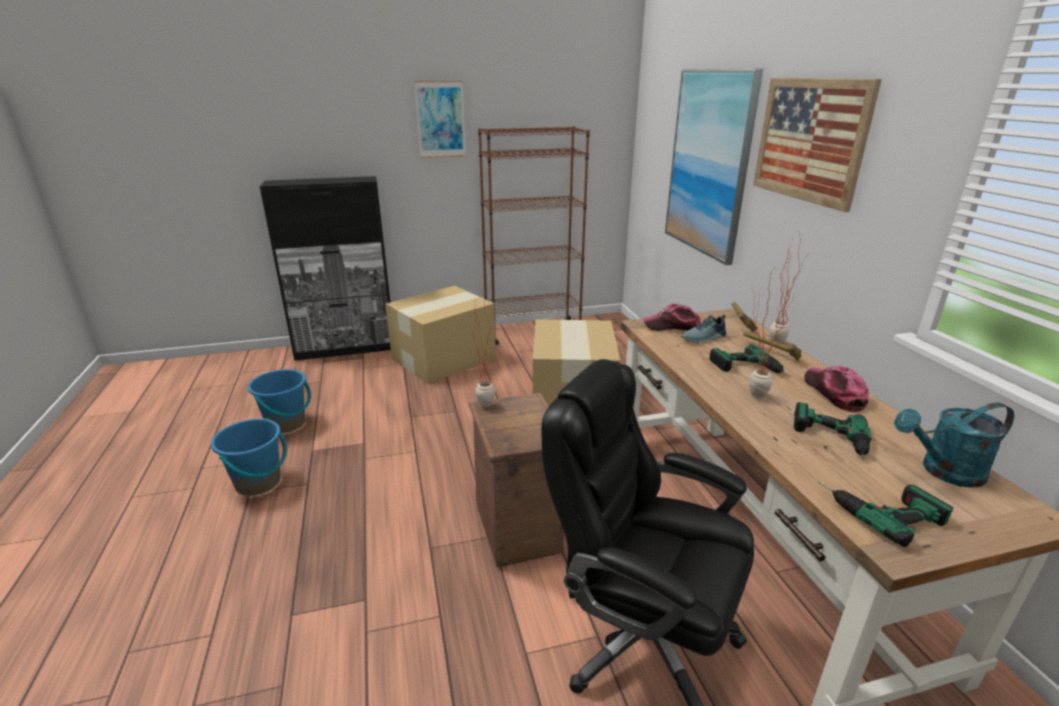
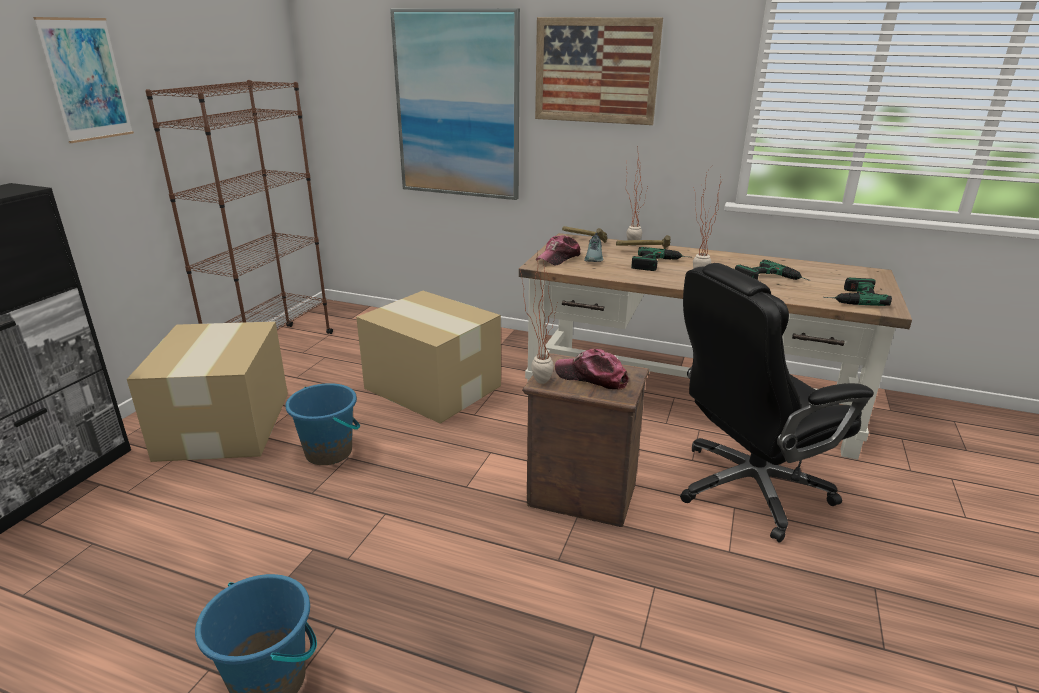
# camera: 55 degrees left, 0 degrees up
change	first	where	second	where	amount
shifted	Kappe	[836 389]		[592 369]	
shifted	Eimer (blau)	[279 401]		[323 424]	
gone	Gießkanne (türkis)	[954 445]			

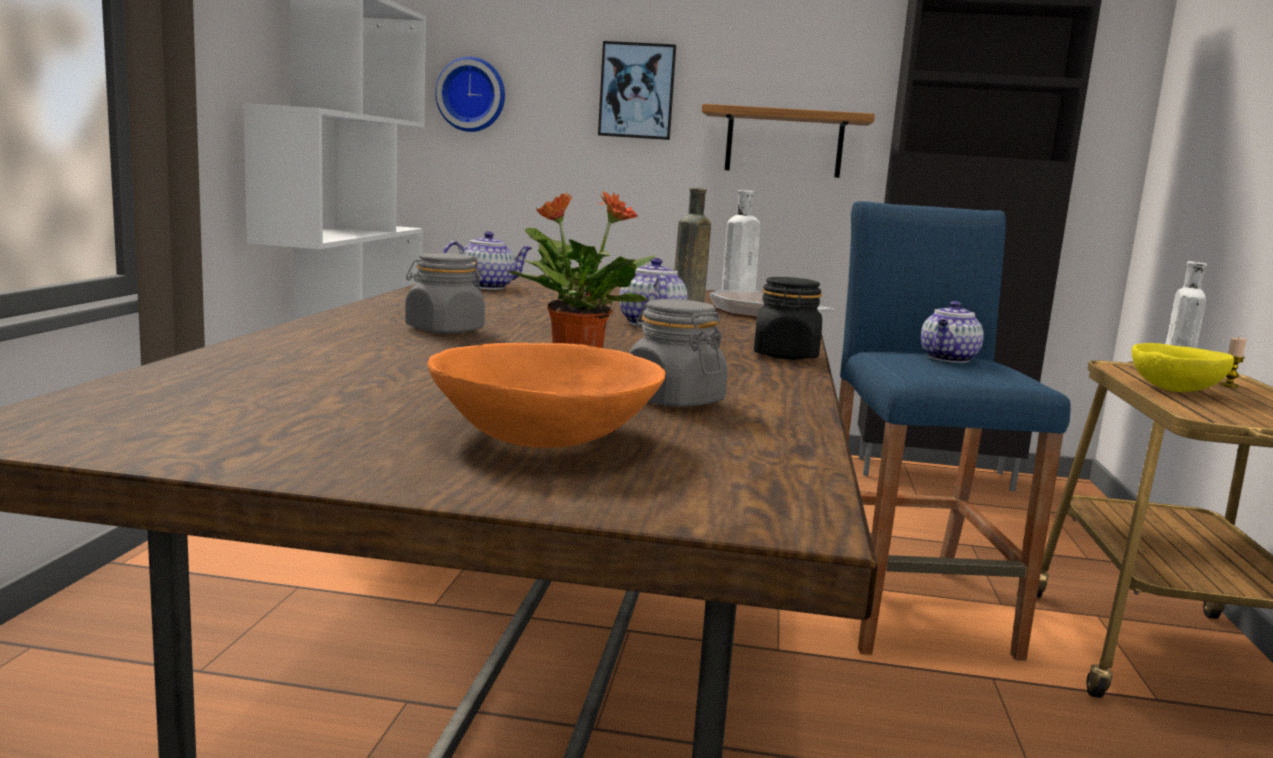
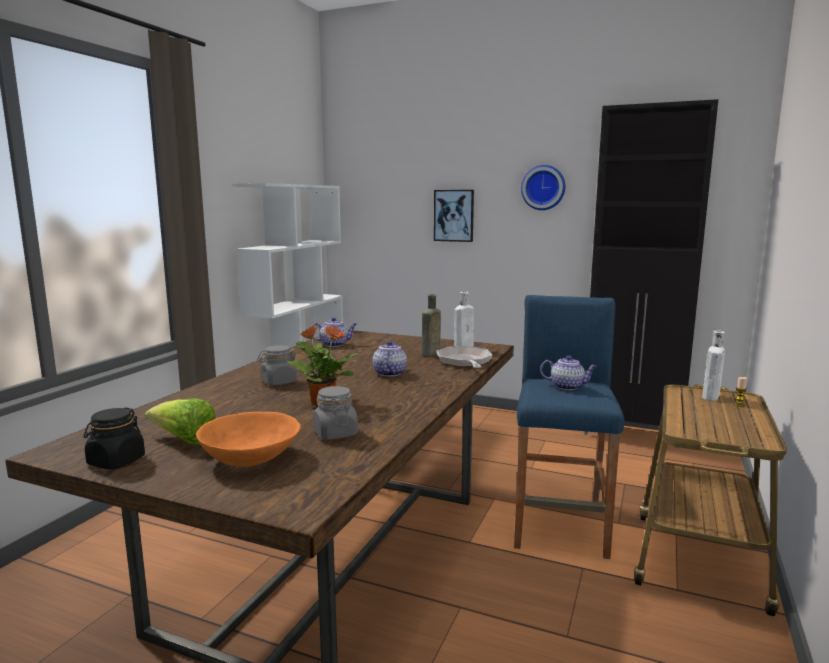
# camera: 15 degrees right, 0 degrees up
change	first	where	second	where	amount
shifted	Wanduhr	[470 94]		[543 187]	
gone	Wandregal	[788 141]			
shifted	Vorratsglas (schwarz)	[788 318]		[114 438]	
rotated	Teekanne	[952 332]		[568 372]	120 degrees counterclockwise
gone	Schüssel (gelb)	[1182 367]			
new			Salatkopf	[180 421]	

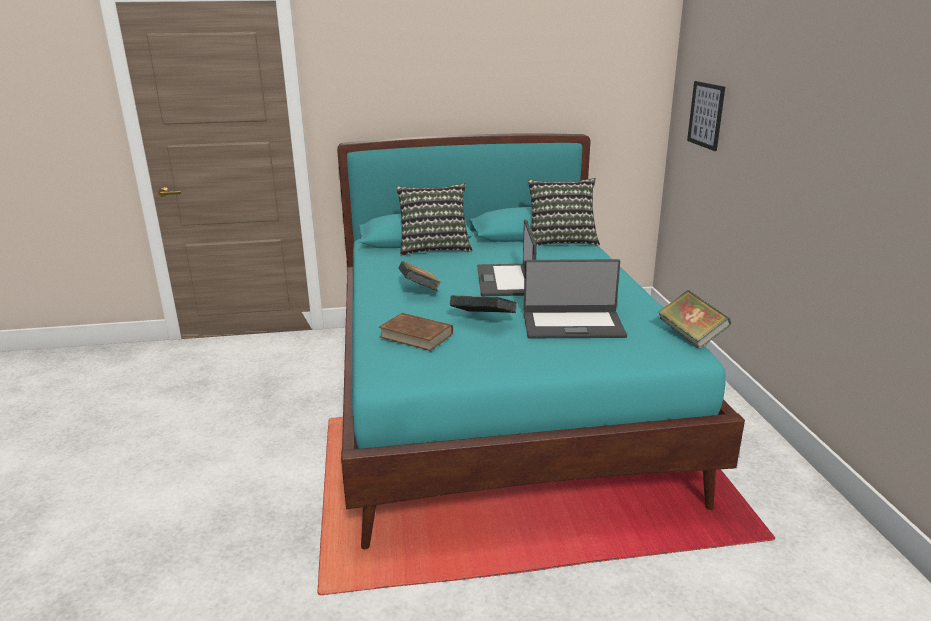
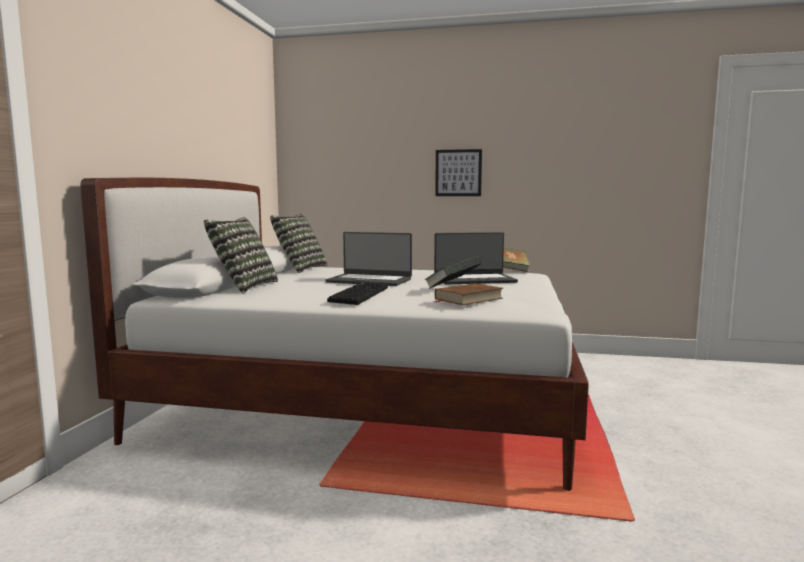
# camera: 70 degrees left, 15 degrees down
change	first	where	second	where	amount
shifted	Bild	[706 116]		[458 172]	
repainted	Bett (türkis)	[541 341]	Bett (weiß)	[334 334]	
rotated	Laptop	[575 298]		[476 258]	60 degrees clockwise
swapped	Buch	[419 276]	Tastatur	[357 293]	

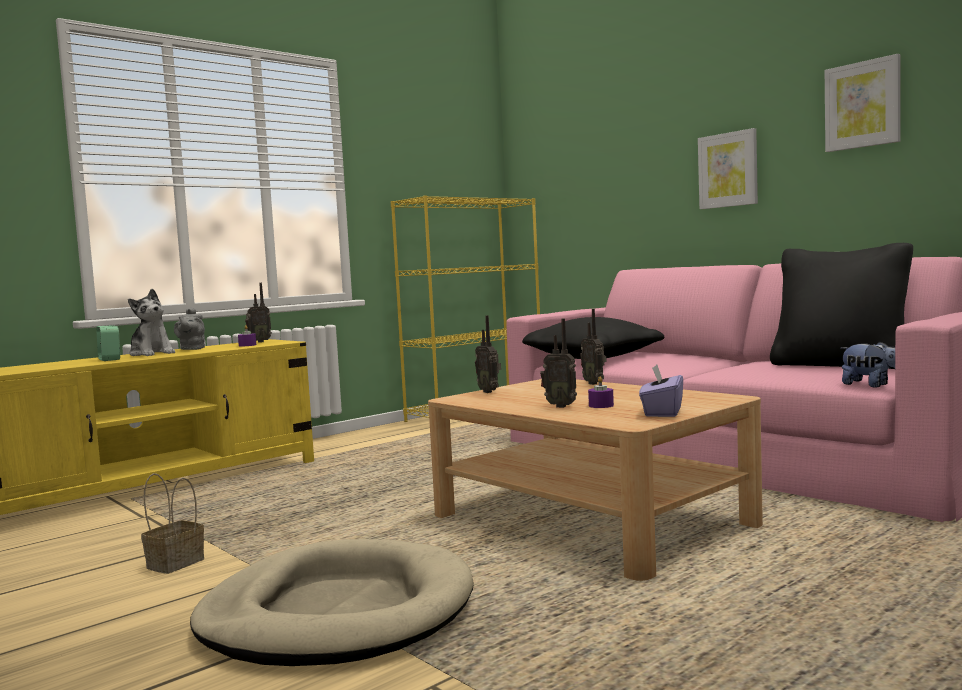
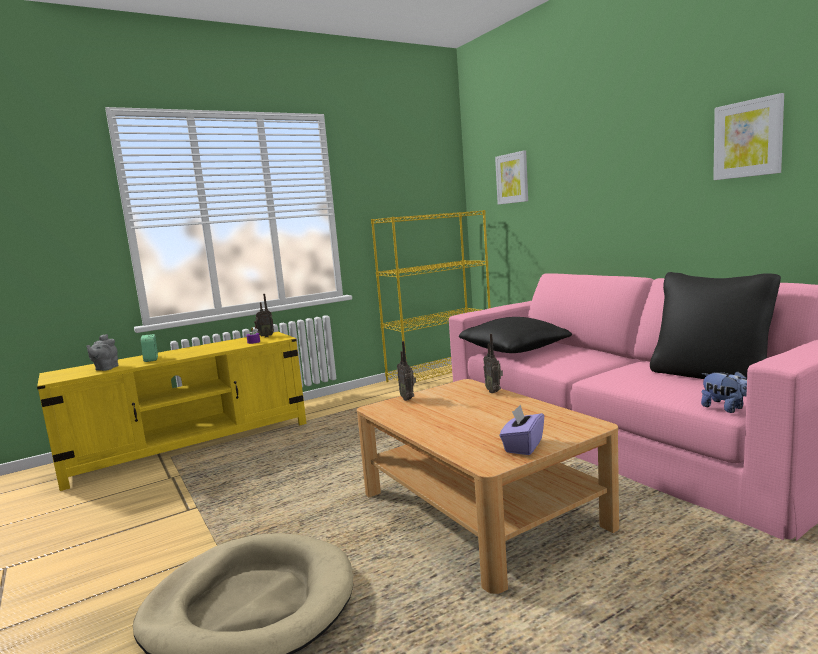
# camera: 10 degrees right, 5 degrees up
change	first	where	second	where	amount
shifted	Bild	[728 168]		[511 178]	
gone	Plüschtier	[151 322]			
shifted	Teekanne (grau)	[189 328]		[102 352]	
gone	Radio	[558 363]			
gone	Kerze (lila)	[601 392]			
gone	Korb	[172 523]			

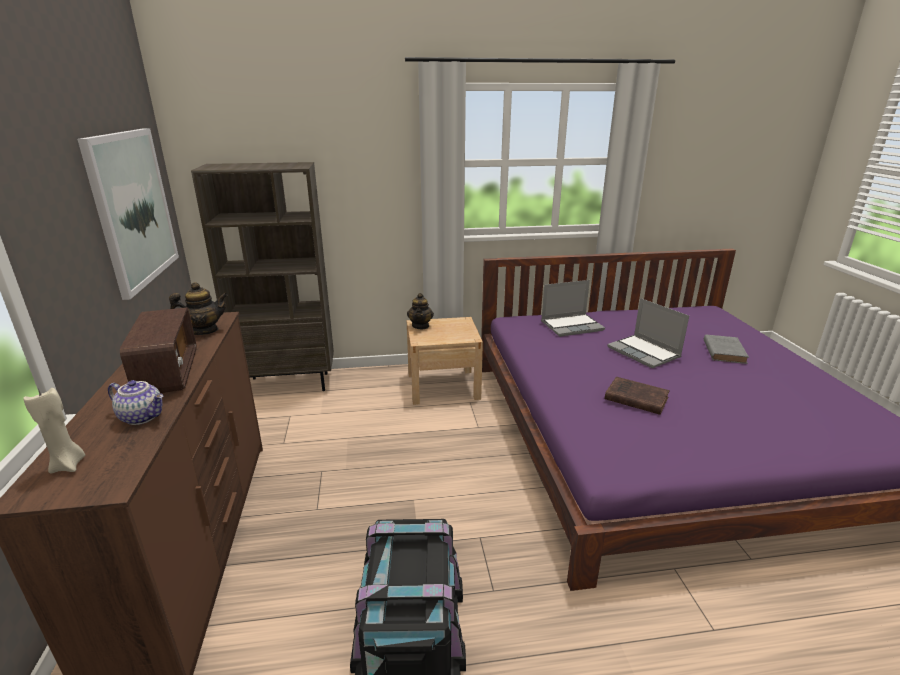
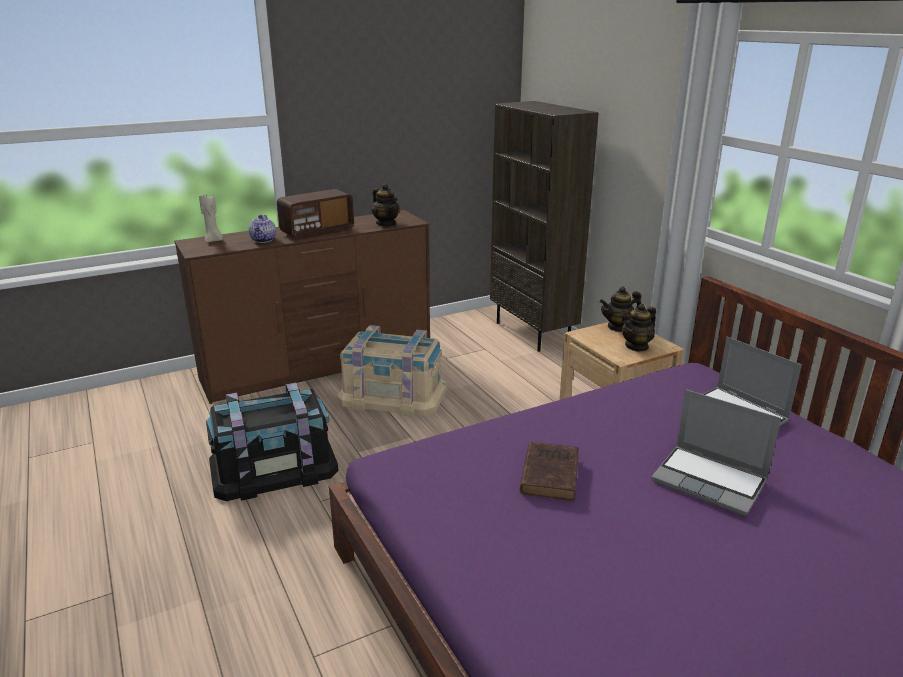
# camera: 70 degrees right, 0 degrees up
change	first	where	second	where	amount
gone	Bild	[128 214]			
rotated	Laptop	[648 333]		[716 453]	90 degrees counterclockwise
gone	Buch (grau)	[726 349]			
new			Teekanne	[639 327]	
new			Aufbewahrungsbox (beige)	[392 371]	

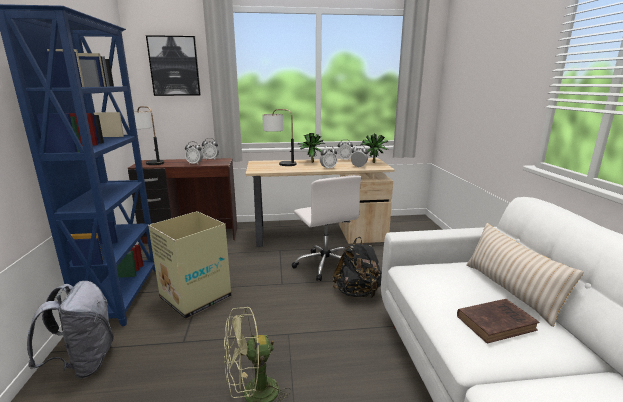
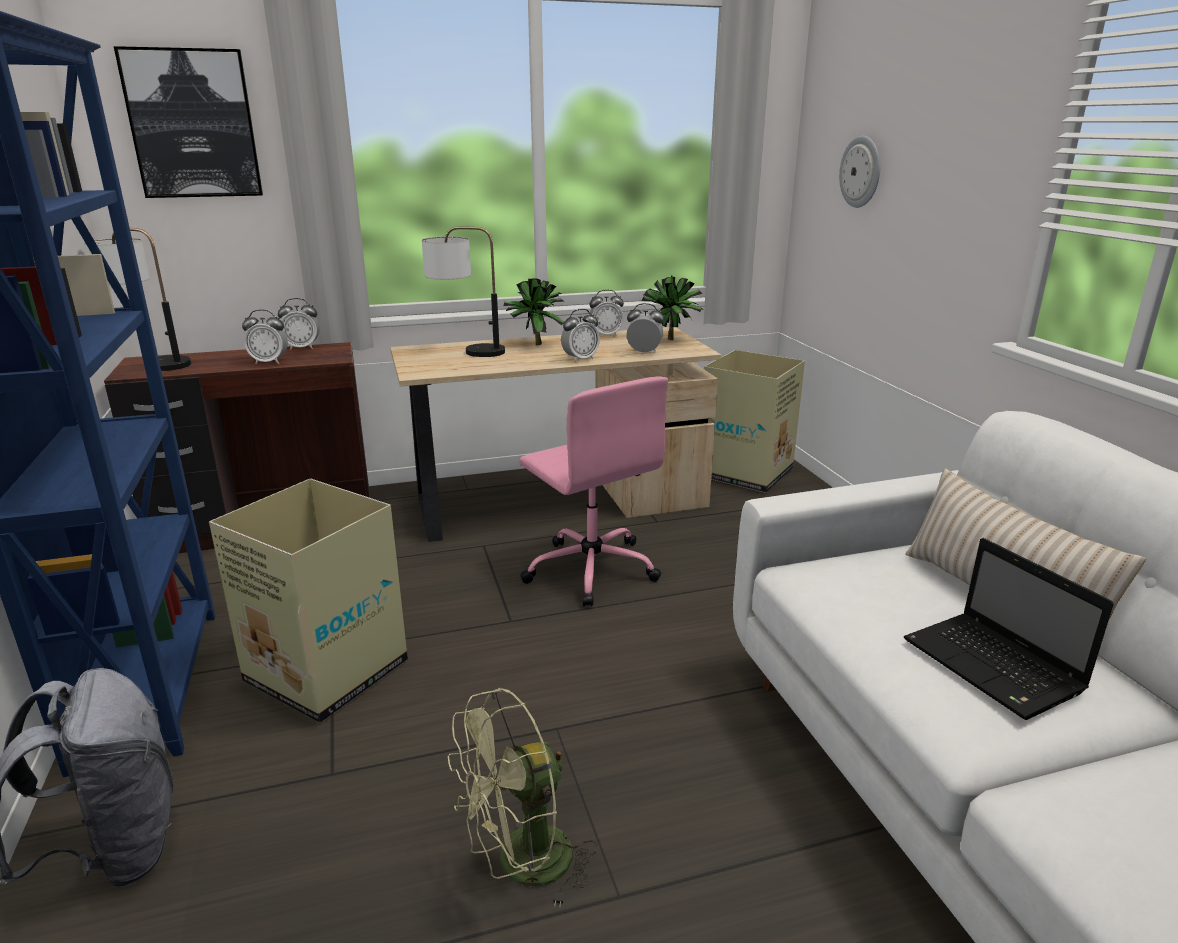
# camera: 10 degrees left, 5 degrees up
change	first	where	second	where	amount
repainted	Bürostuhl (weiß)	[326 228]	Bürostuhl (rosa)	[593 491]	
gone	Rucksack (schwarz)	[357 267]			
swapped	Buch (braun)	[498 321]	Laptop	[1009 629]	
new			Wanduhr	[859 172]	
new			Karton	[754 421]	

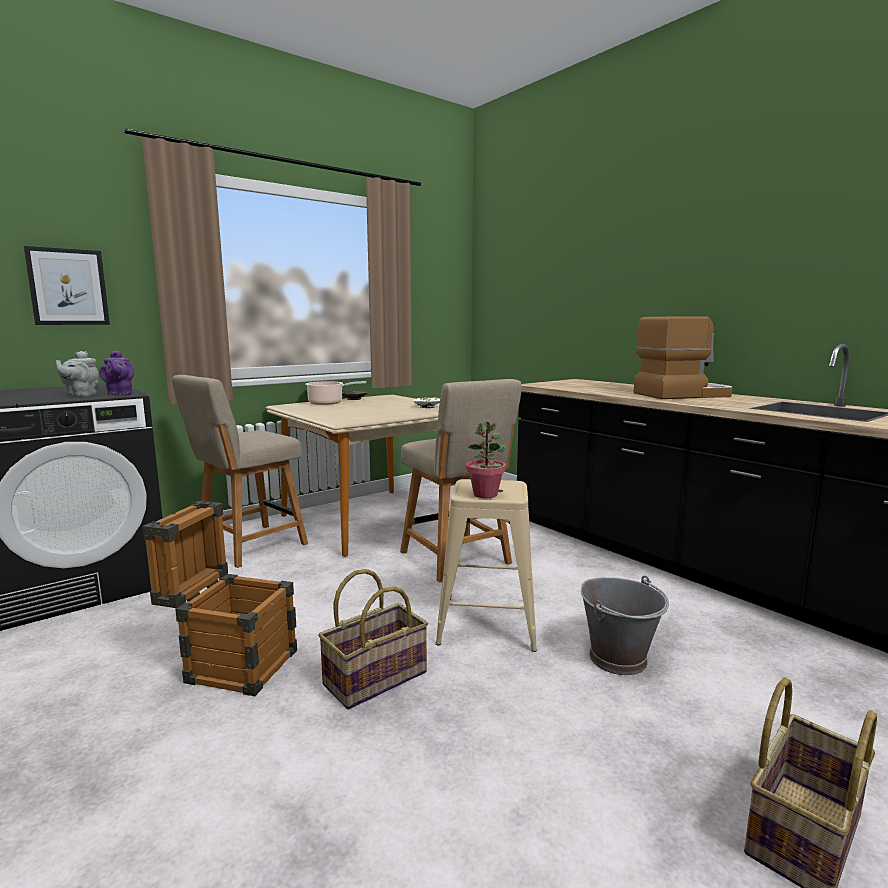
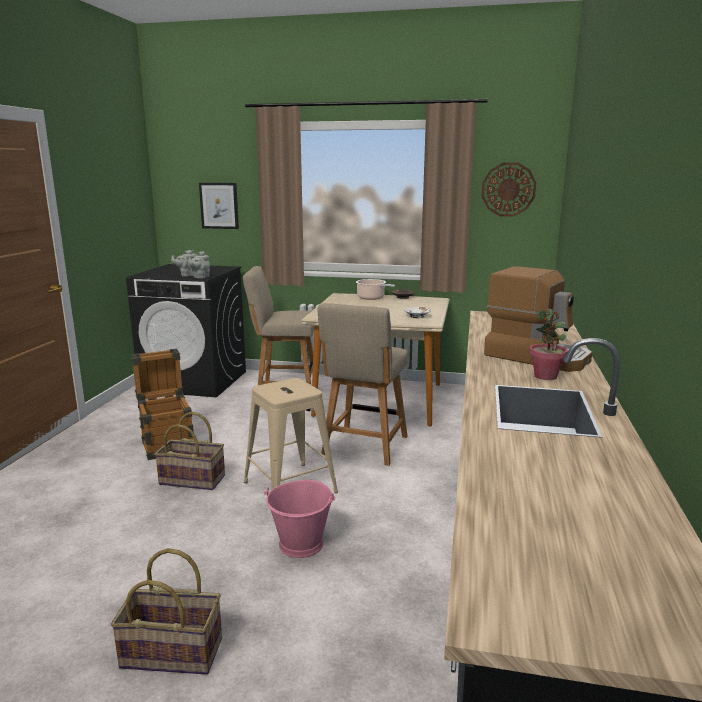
# camera: 50 degrees right, 5 degrees up
change	first	where	second	where	amount
repainted	Teekanne (lila)	[116 373]	Teekanne (grau)	[199 265]	
shifted	Topfpflanze	[486 459]		[548 344]	
repainted	Eimer (grau)	[625 625]	Eimer (rosa)	[299 519]	
new			Wanduhr	[509 189]	

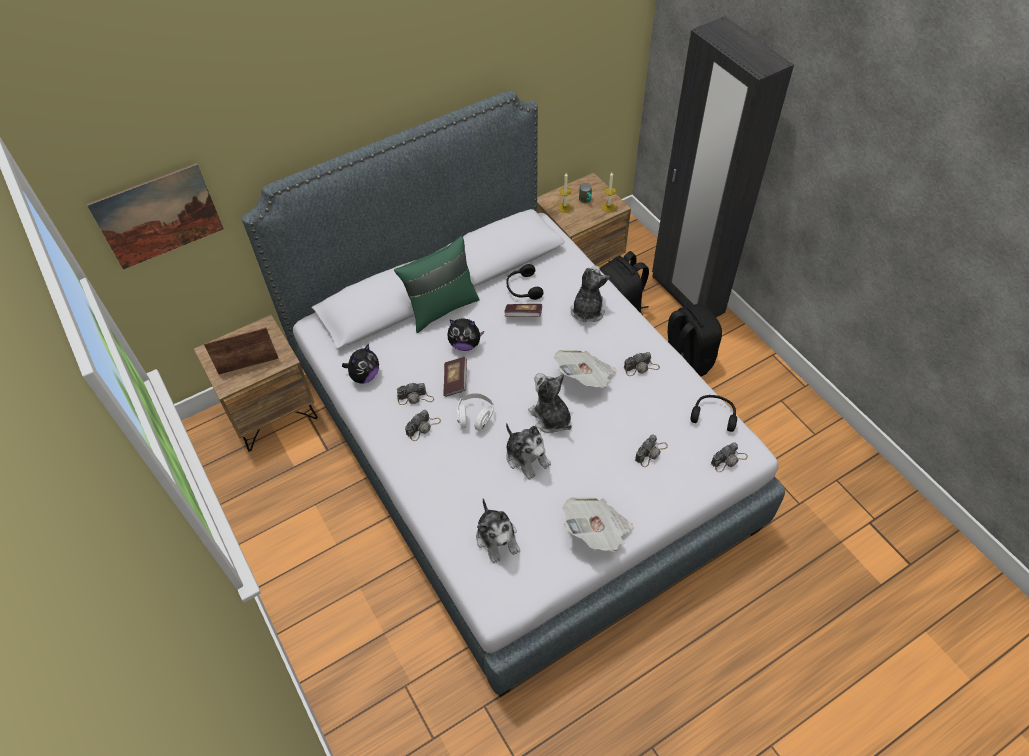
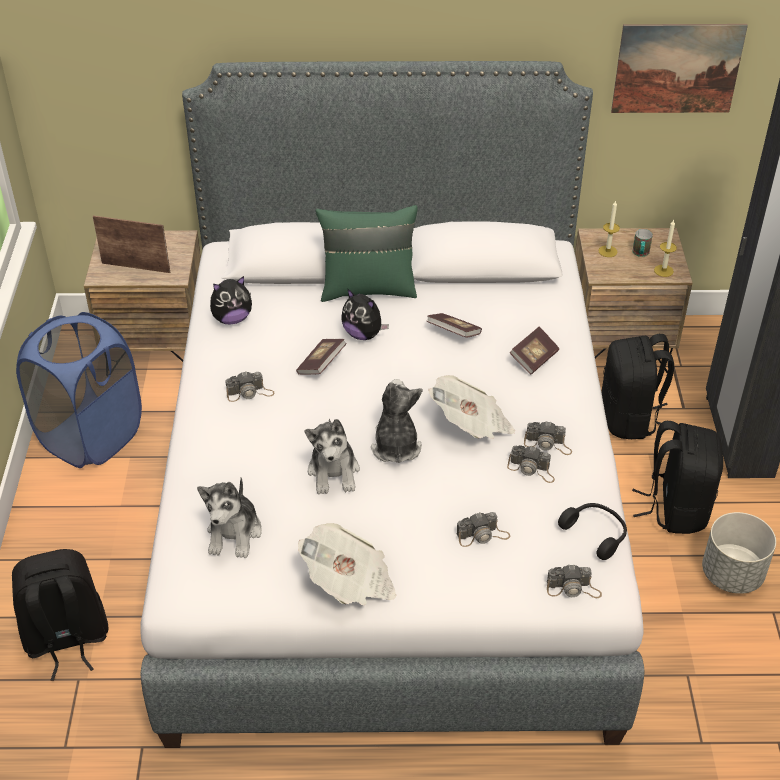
# camera: 30 degrees right, 10 degrees down
change	first	where	second	where	amount
shifted	Bild	[155 216]		[679 68]	
gone	Kopfhörer (schwarz)	[525 282]			
swapped	Plüschtier	[590 294]	Buch	[534 351]	
shifted	Kamera	[415 394]		[531 464]	
gone	Kopfhörer (weiß)	[475 412]			
new			Wäschekorb (blau)	[79 390]	
new			Pflanzkübel (grau)	[739 553]	
new			Rucksack (schwarz)	[60 615]	

